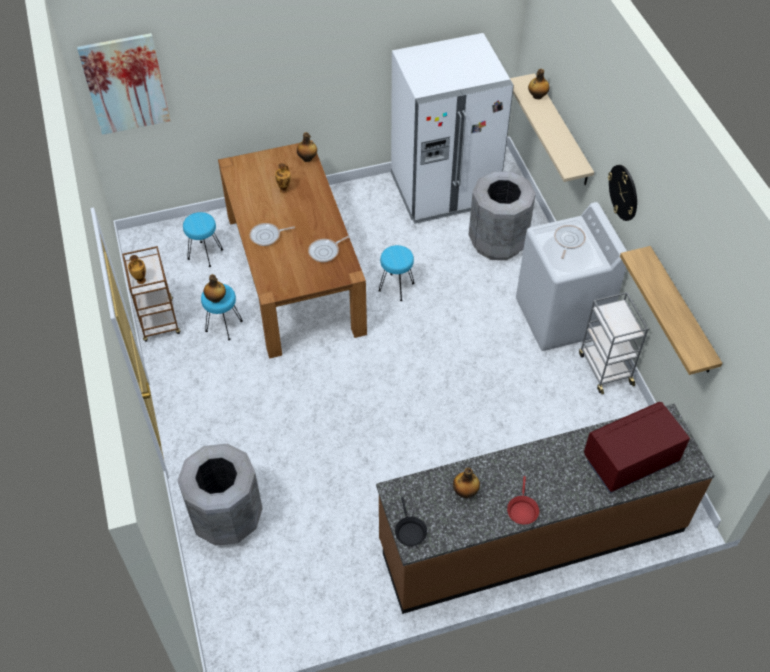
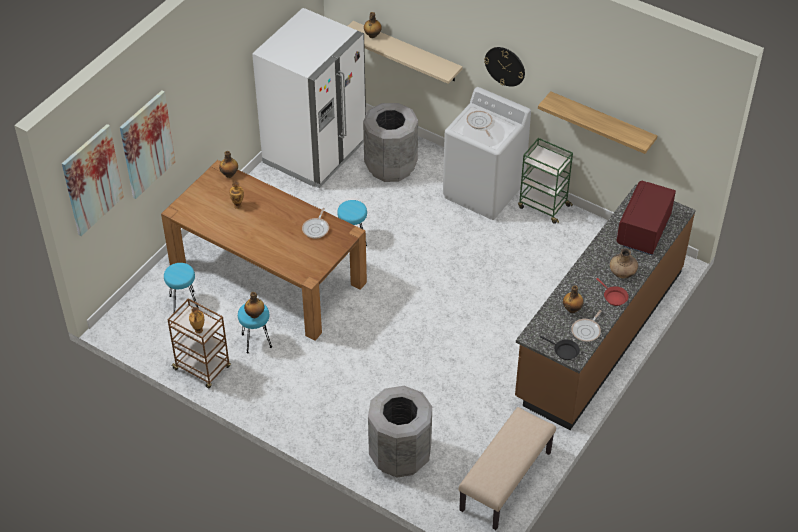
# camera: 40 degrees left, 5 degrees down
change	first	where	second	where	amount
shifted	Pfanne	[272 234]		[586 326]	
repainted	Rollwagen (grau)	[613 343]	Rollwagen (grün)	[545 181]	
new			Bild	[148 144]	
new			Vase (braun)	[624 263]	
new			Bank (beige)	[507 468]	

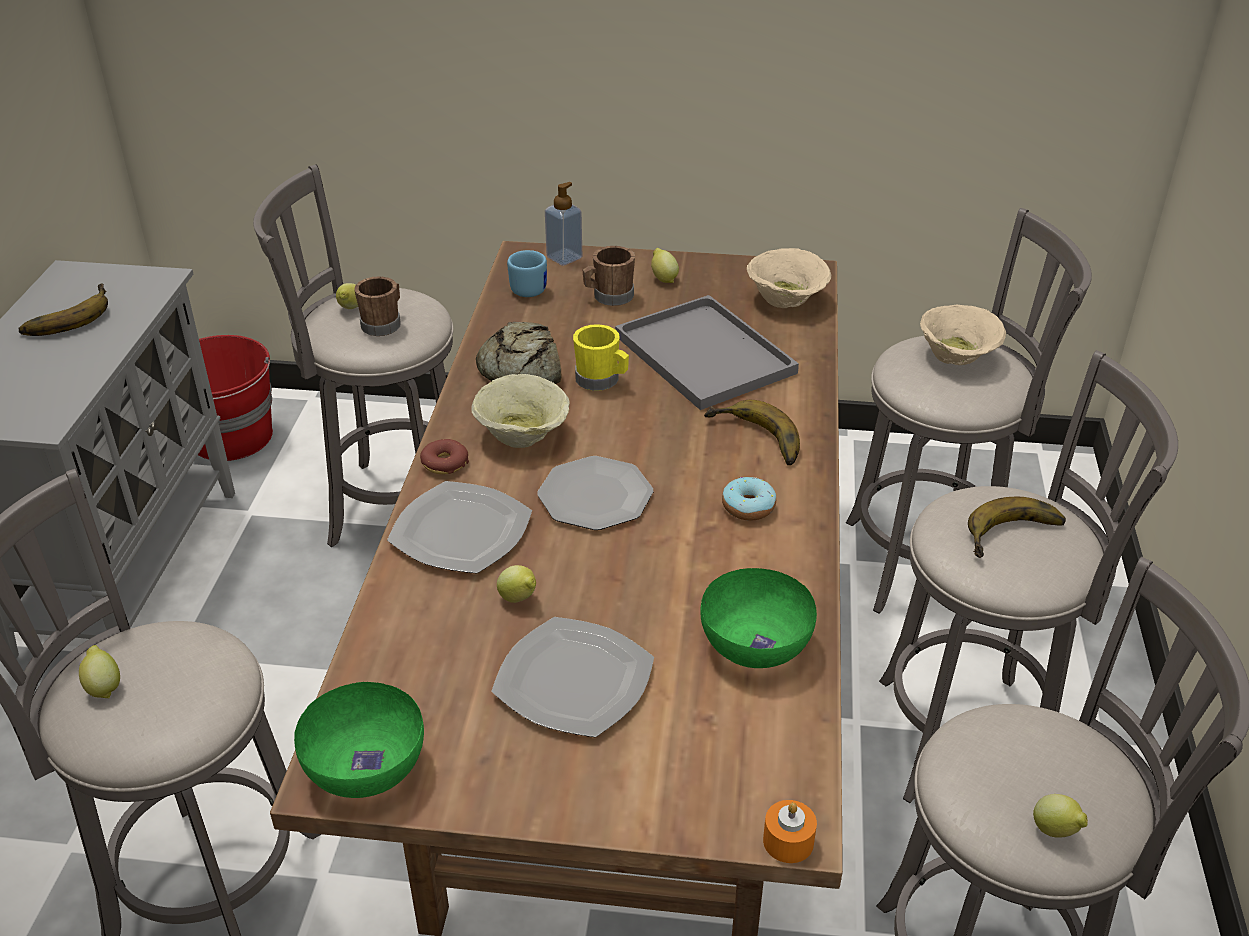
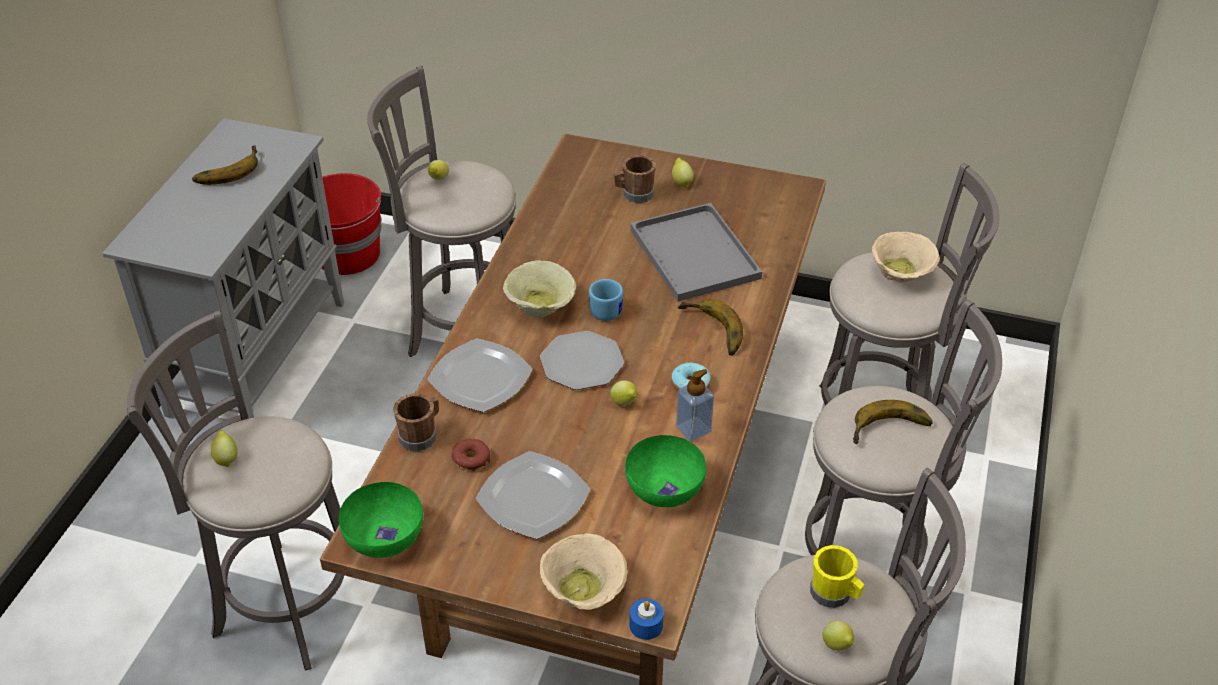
# camera: 10 degrees right, 5 degrees up
change	first	where	second	where	amount
shifted	Seifenspender	[563 224]		[695 405]	
shifted	Schüssel (beige)	[789 278]		[583 571]	
shifted	Henkelbecher (blau)	[527 273]		[606 300]	
shifted	Henkelbecher (braun)	[377 306]		[416 422]	
gone	Brot	[518 353]			
shifted	Henkelbecher (gelb)	[601 357]		[837 576]	
shifted	Donut	[444 456]		[471 455]	
shifted	Zitrone	[516 584]		[623 393]	
repainted	Kerze (orange)	[790 831]	Kerze (blau)	[647 619]	

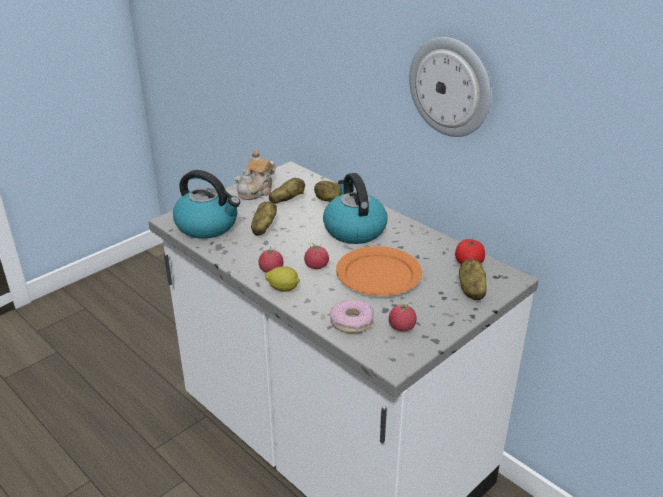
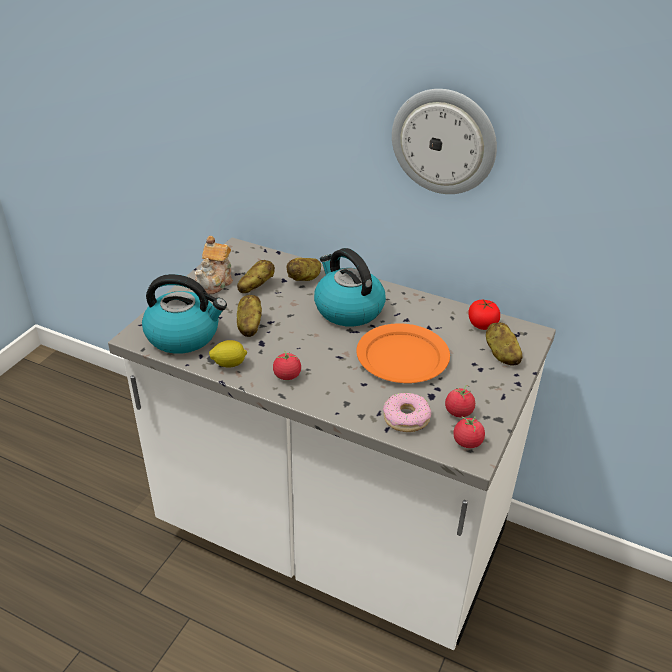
# camera: 20 degrees left, 5 degrees up
change	first	where	second	where	amount
shifted	Tomate	[316 256]		[469 432]	
shifted	Zitrone	[282 279]		[228 354]	

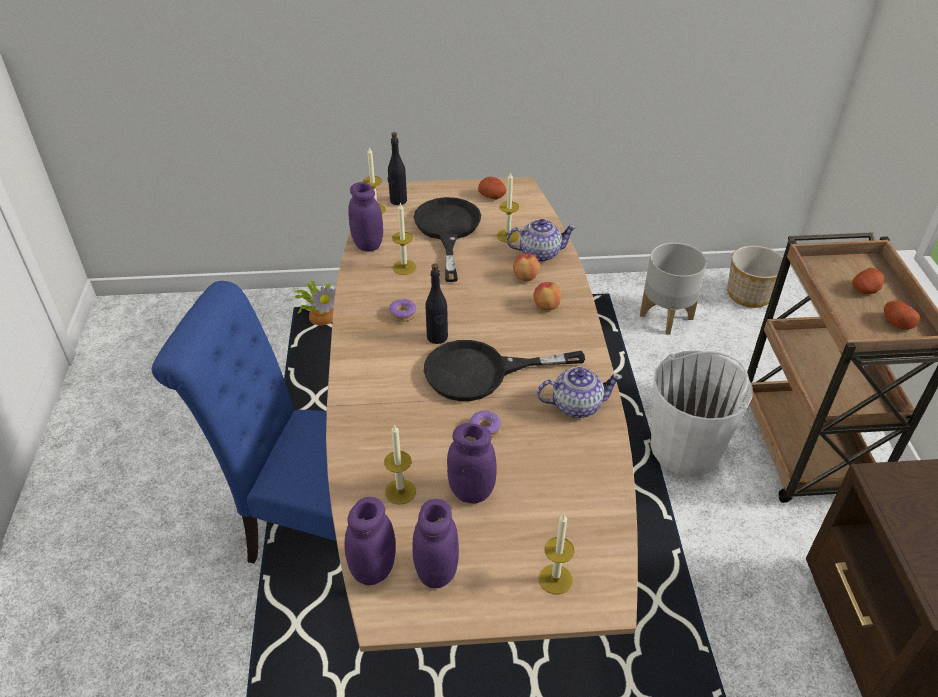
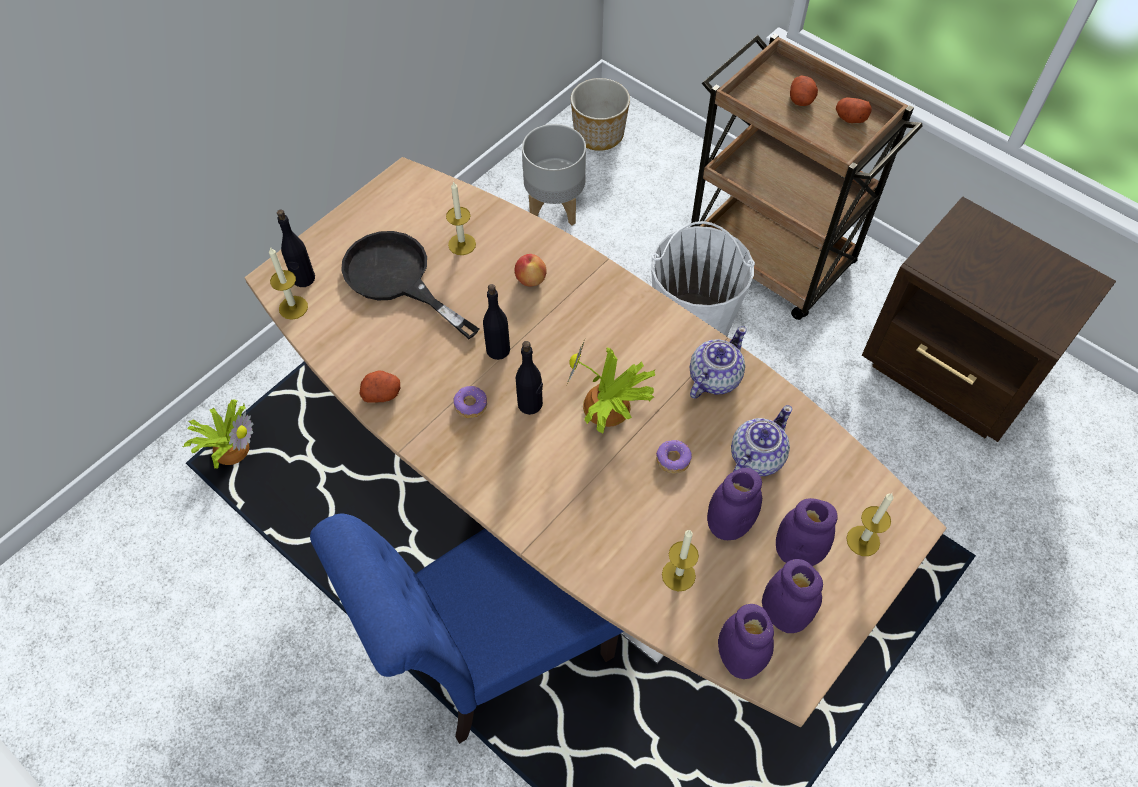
# camera: 45 degrees left, 15 degrees up
change	first	where	second	where	amount
shifted	Kartoffel	[492 188]		[379 387]	
shifted	Vorratsglas (lila)	[365 216]		[807 532]	
gone	Kerze	[404 239]			
shifted	Teekanne	[541 240]		[761 440]	
gone	Apfel	[547 296]			
swapped	Pfanne (schwarz)	[504 370]	Topfpflanze	[612 386]	
new			Flasche (schwarz)	[496 322]	

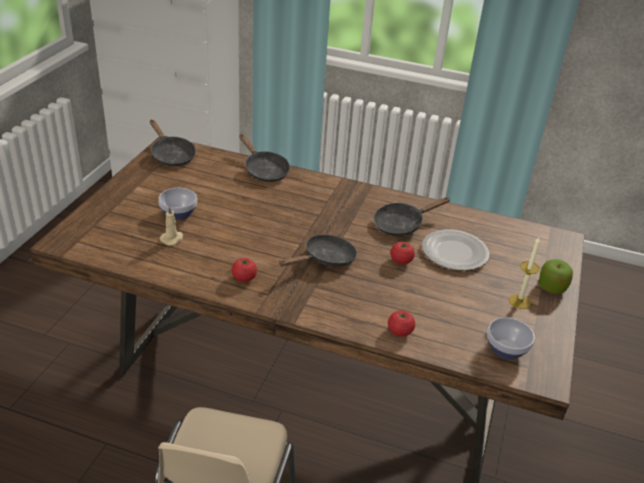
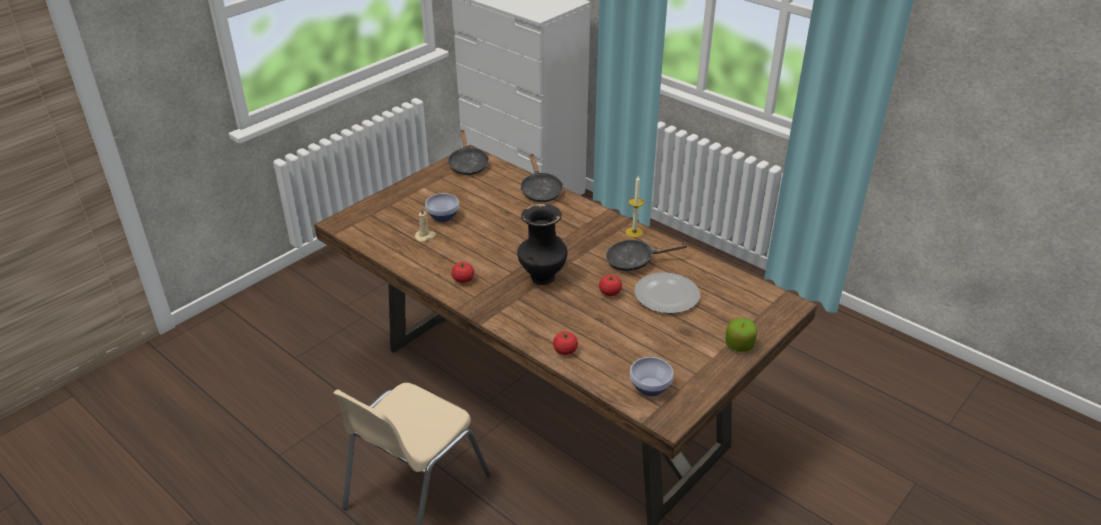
# camera: 25 degrees right, 0 degrees up
change	first	where	second	where	amount
swapped	Pfanne (schwarz)	[318 251]	Vase (schwarz)	[542 244]	
shifted	Kerze	[524 273]		[635 207]	

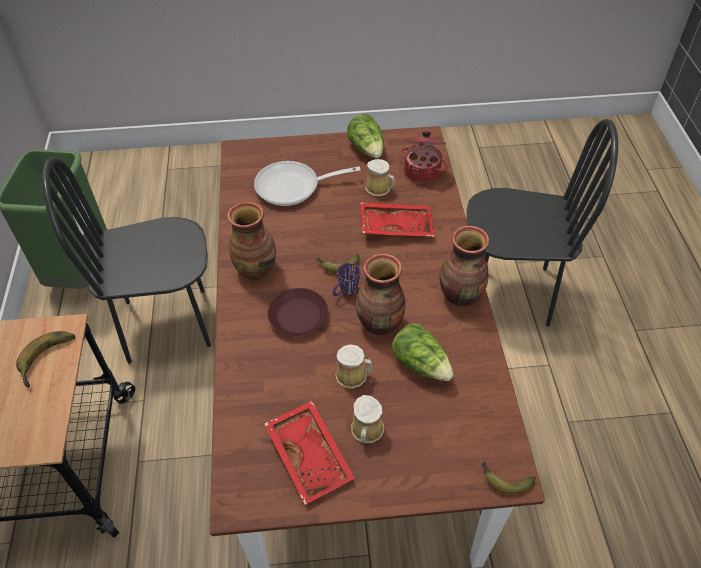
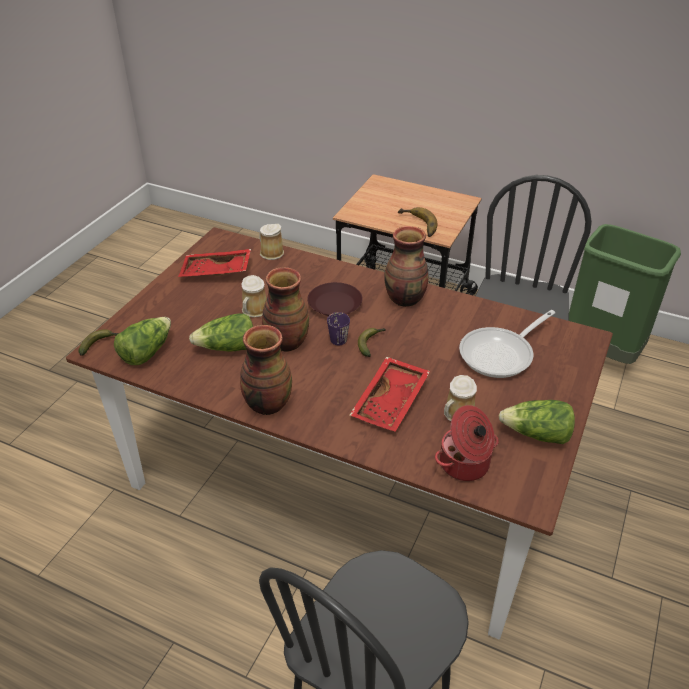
# camera: 120 degrees right, 10 degrees down
change	first	where	second	where	amount
rotated	Pfanne	[307 183]		[507 344]	150 degrees counterclockwise
shifted	Henkelbecher	[367 419]		[271 242]	
new			Salatkopf	[142 341]	

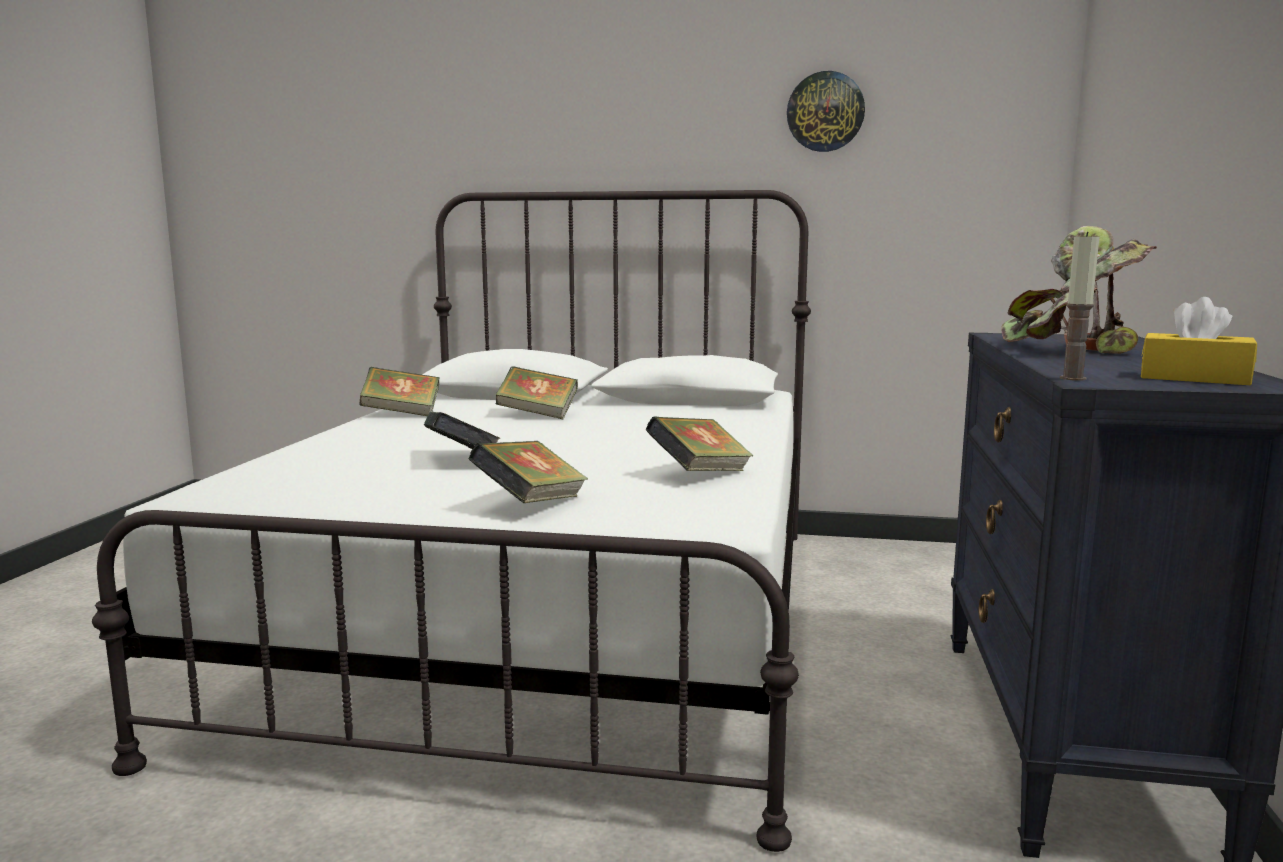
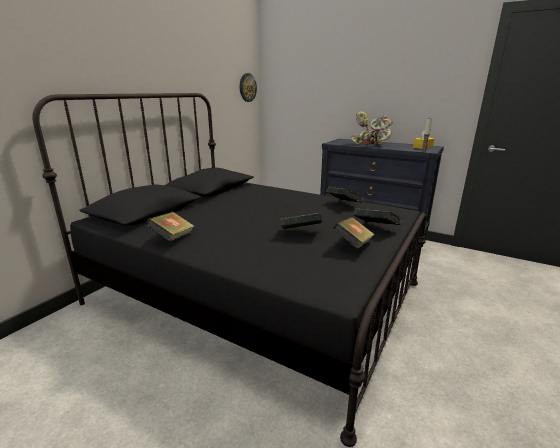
# camera: 70 degrees left, 10 degrees up
change	first	where	second	where	amount
shifted	Wanduhr	[826 111]		[248 87]	
repainted	Bett (weiß)	[451 521]	Bett (schwarz)	[229 270]	
shifted	Buch	[537 392]		[354 233]	

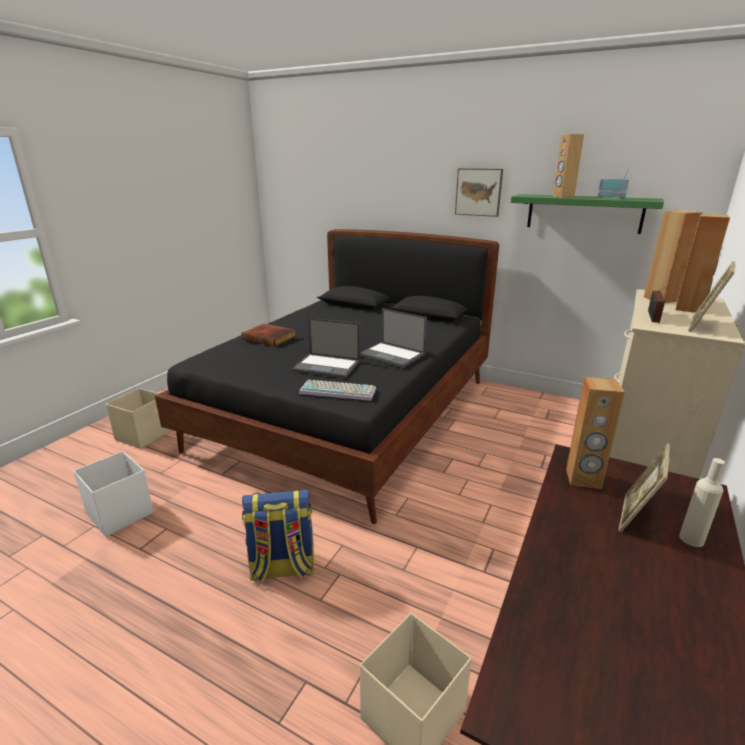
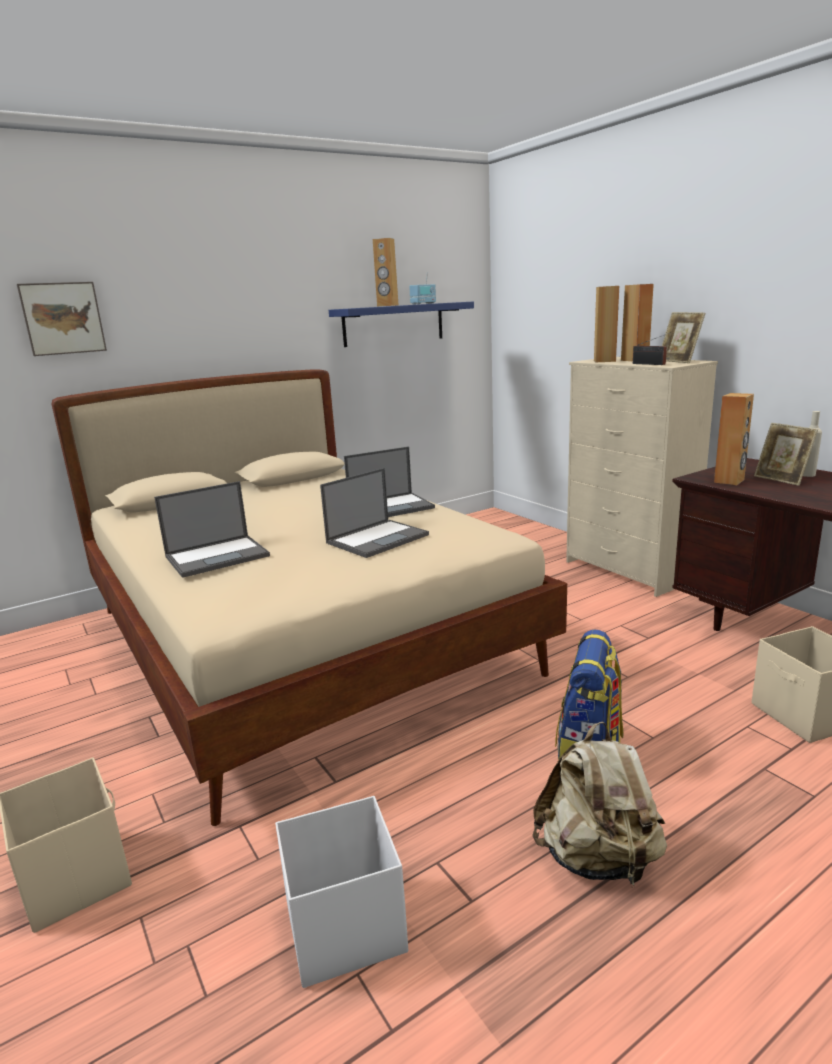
# camera: 60 degrees left, 5 degrees down
change	first	where	second	where	amount
shifted	Bild	[479 192]		[62 319]	
repainted	Wandregal (grün)	[587 214]	Wandregal (blau)	[401 324]	
repainted	Bett (schwarz)	[327 376]	Bett (beige)	[309 598]	
swapped	Buch	[269 335]	Laptop	[212 529]	
gone	Tastatur	[337 390]			
new			Rucksack (beige)	[599 805]	

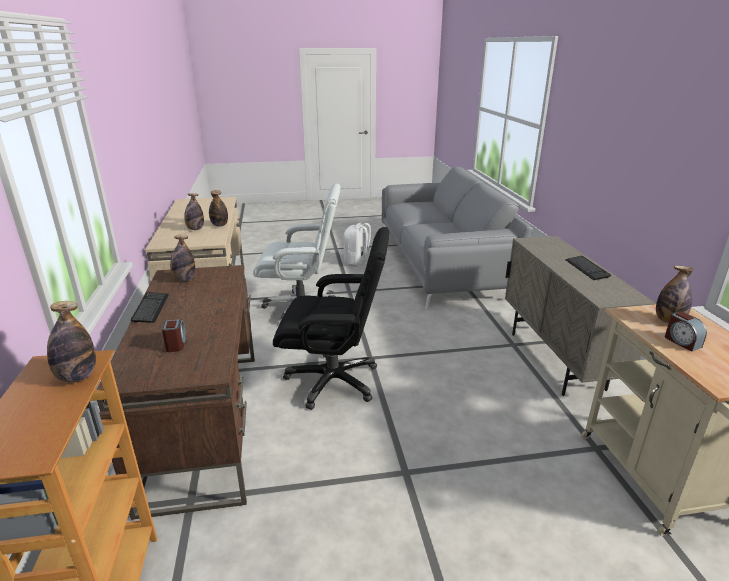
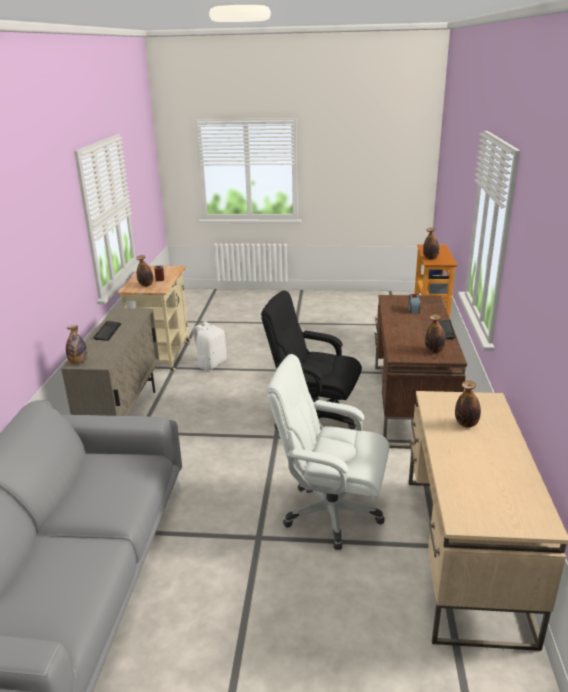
# camera: 165 degrees left, 0 degrees up
change	first	where	second	where	amount
shifted	Flasche	[218 208]		[76 345]	
shifted	Rucksack (weiß)	[357 245]		[210 345]	

